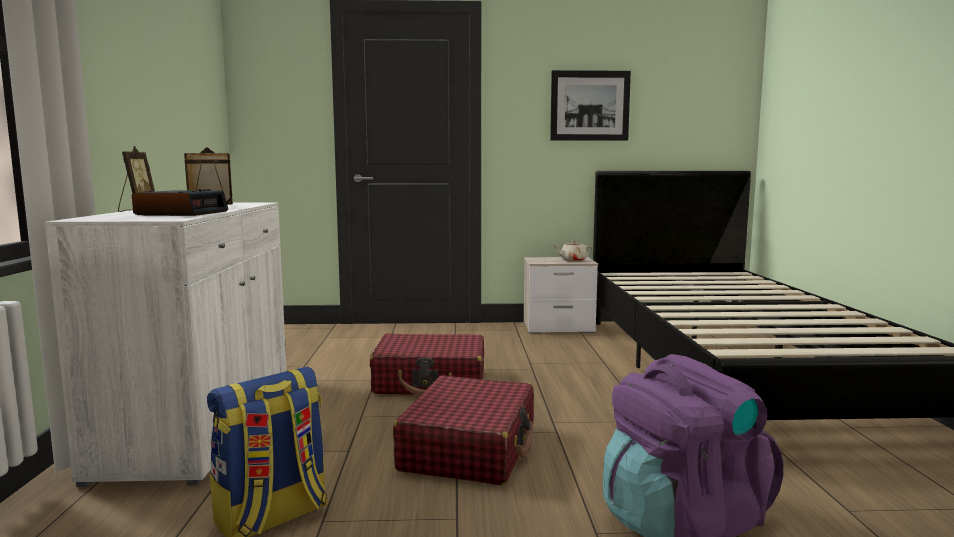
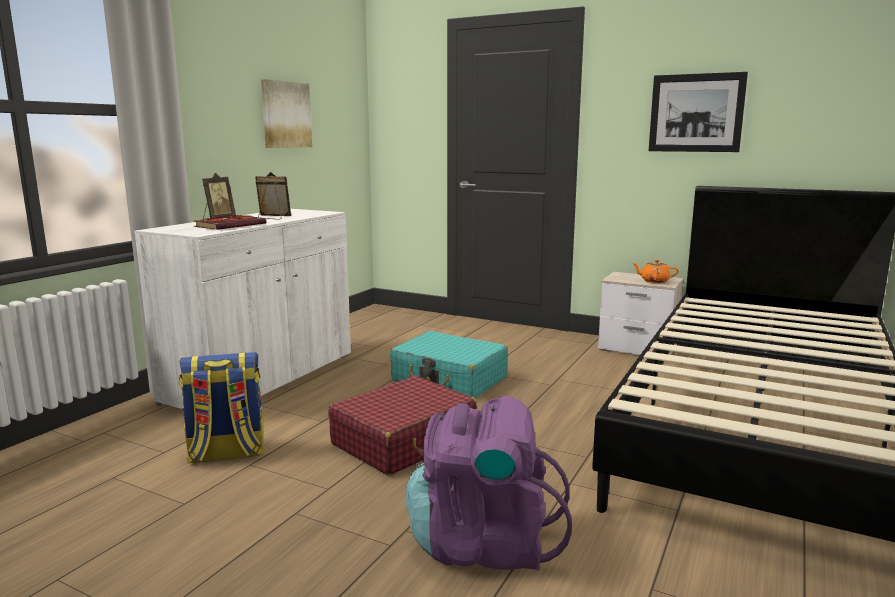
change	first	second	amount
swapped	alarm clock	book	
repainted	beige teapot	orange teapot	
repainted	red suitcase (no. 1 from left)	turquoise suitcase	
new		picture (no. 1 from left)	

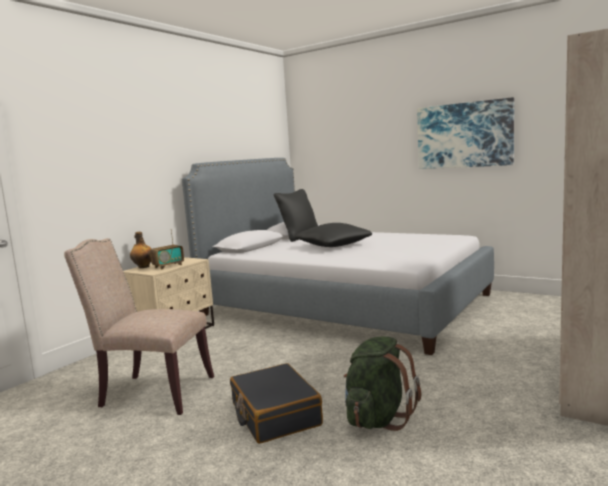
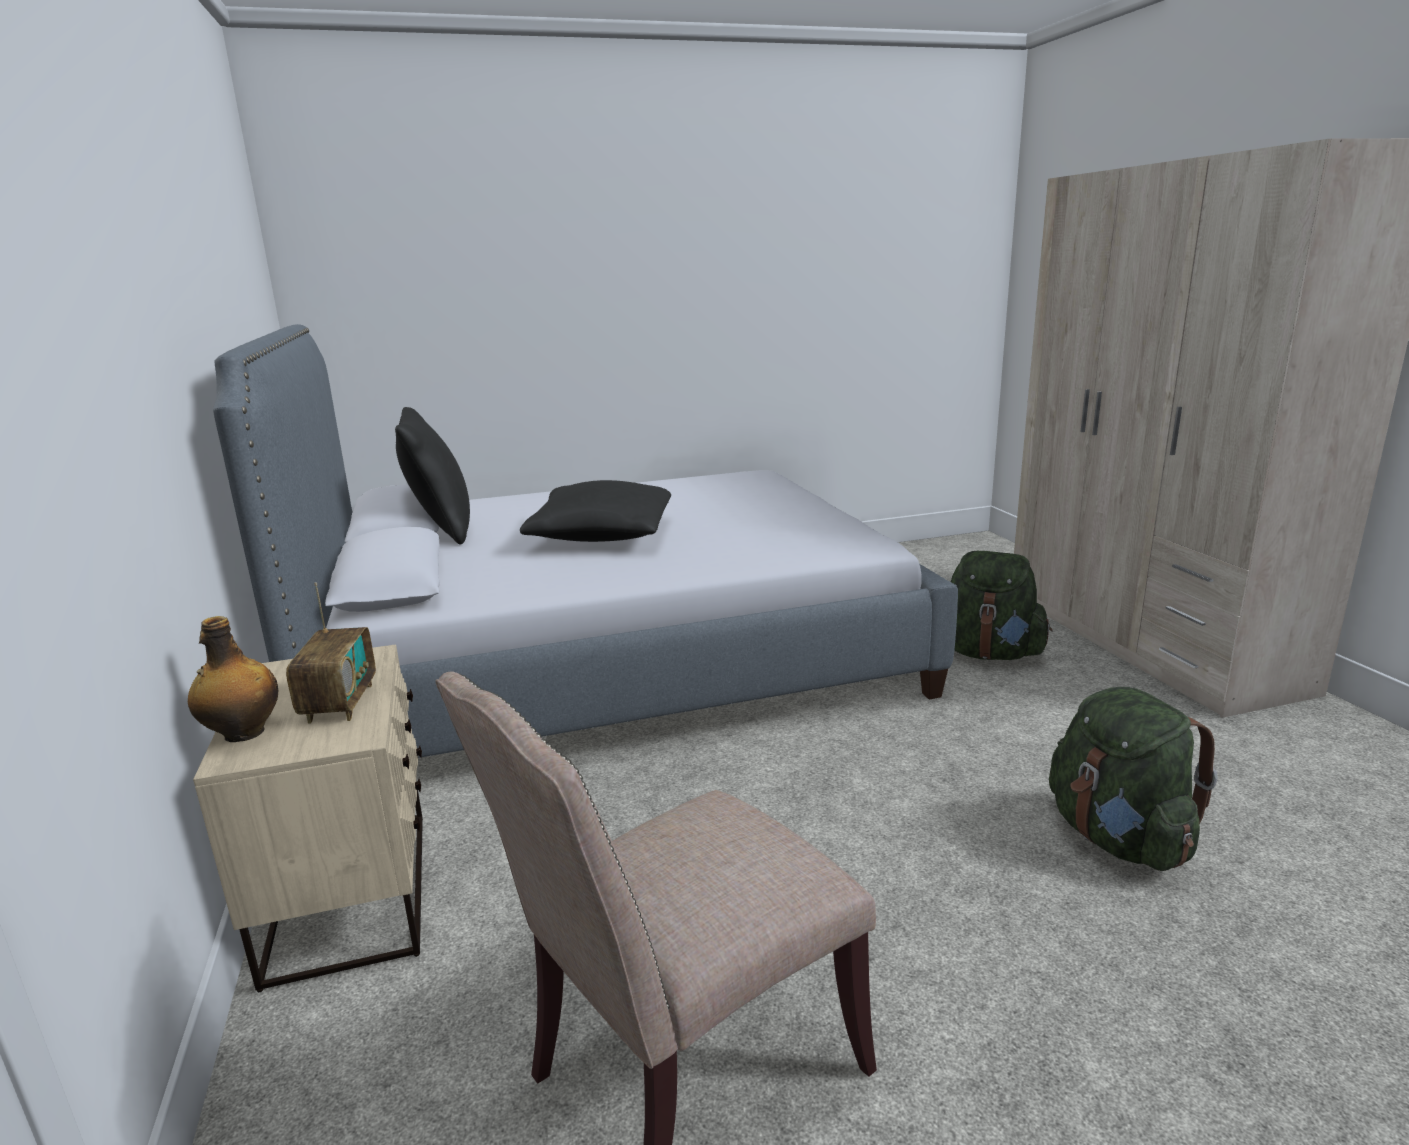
change	first	second	amount
gone	picture		
gone	black suitcase		
new		green backpack (no. 1 from left)	

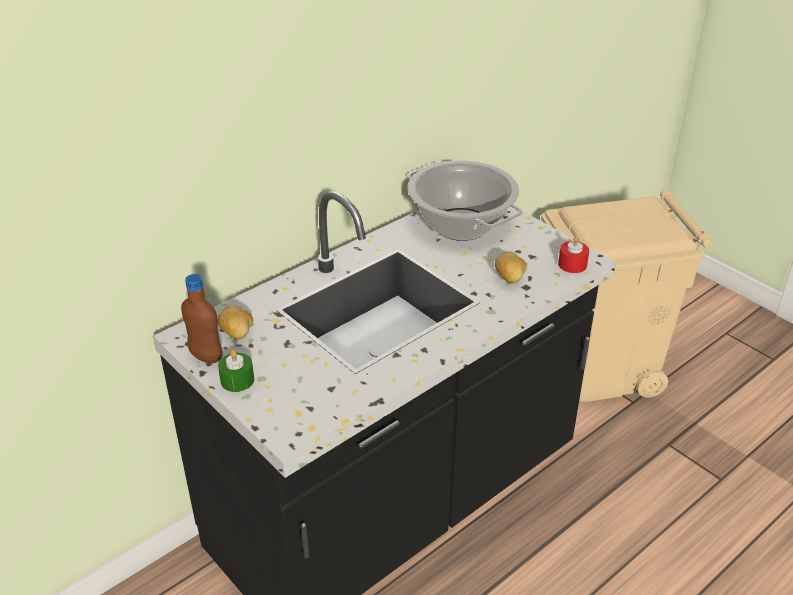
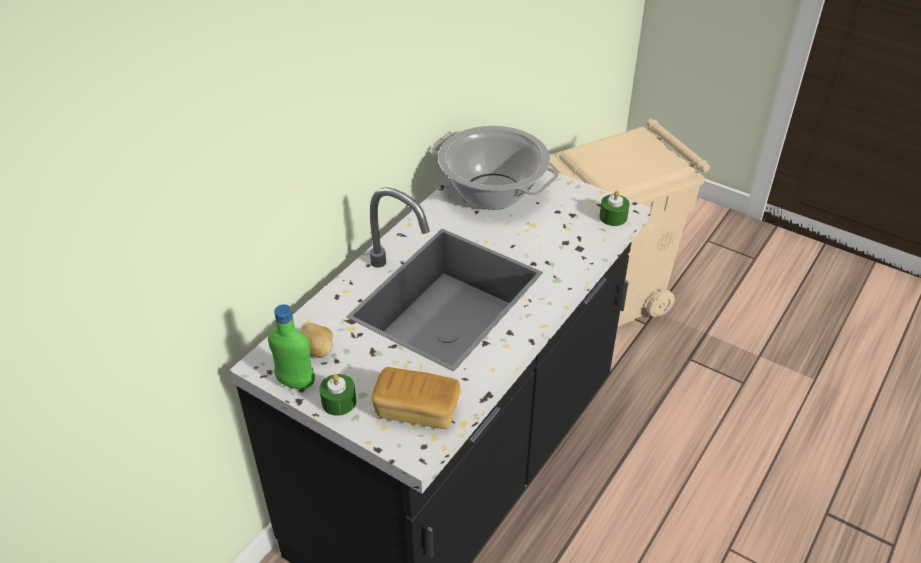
change	first	second	amount
repainted	red candle	green candle (no. 2 from left)	
gone	potato (no. 2 from left)		
repainted	brown bottle	green bottle	
new		bread	

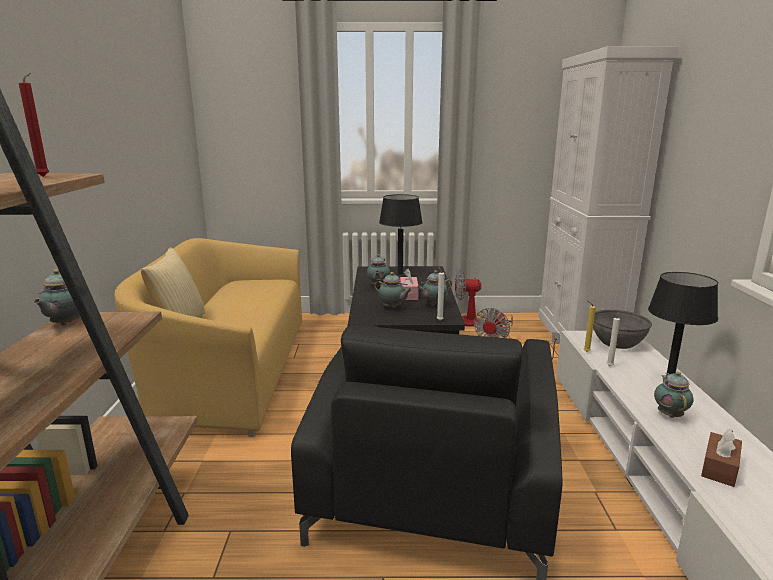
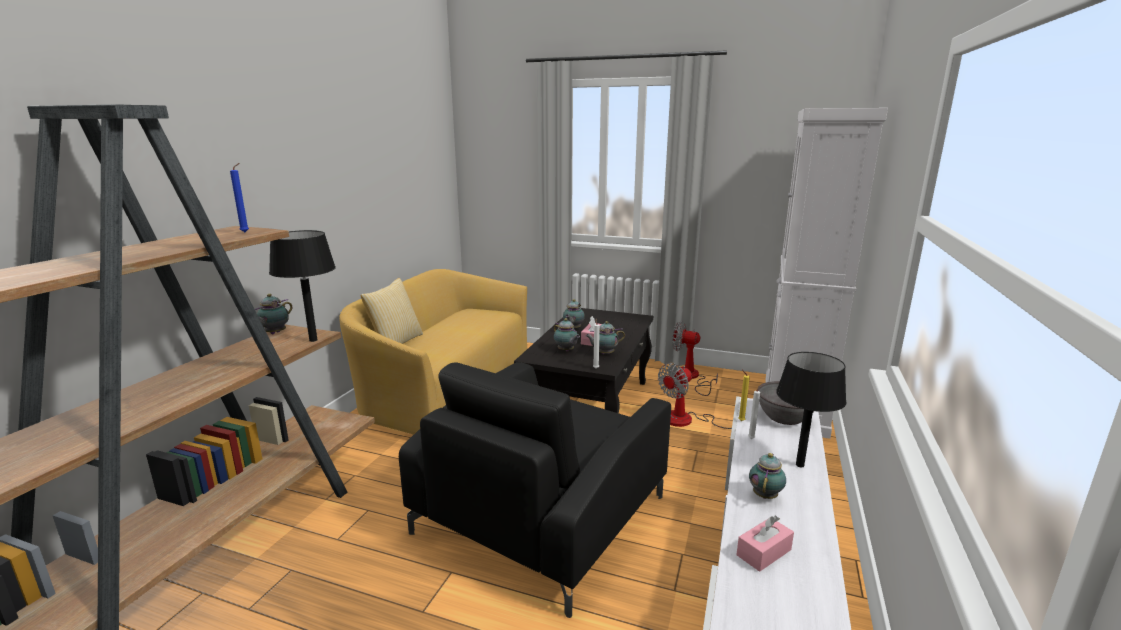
change	first	second	amount
repainted	red candle	blue candle	
shifted	black table lamp (no. 1 from left)		
repainted	brown tissue box	pink tissue box (no. 2 from left)	

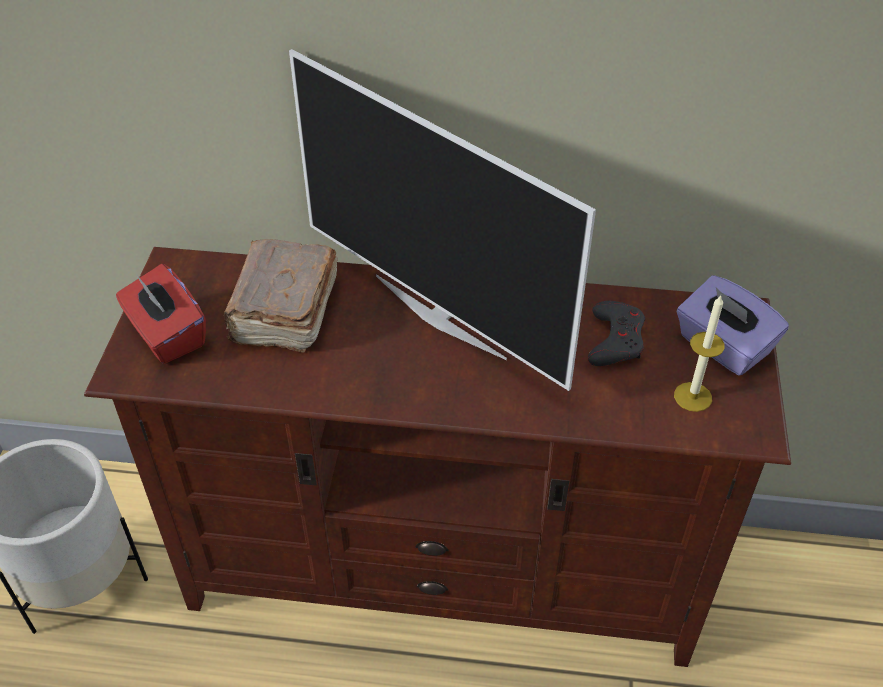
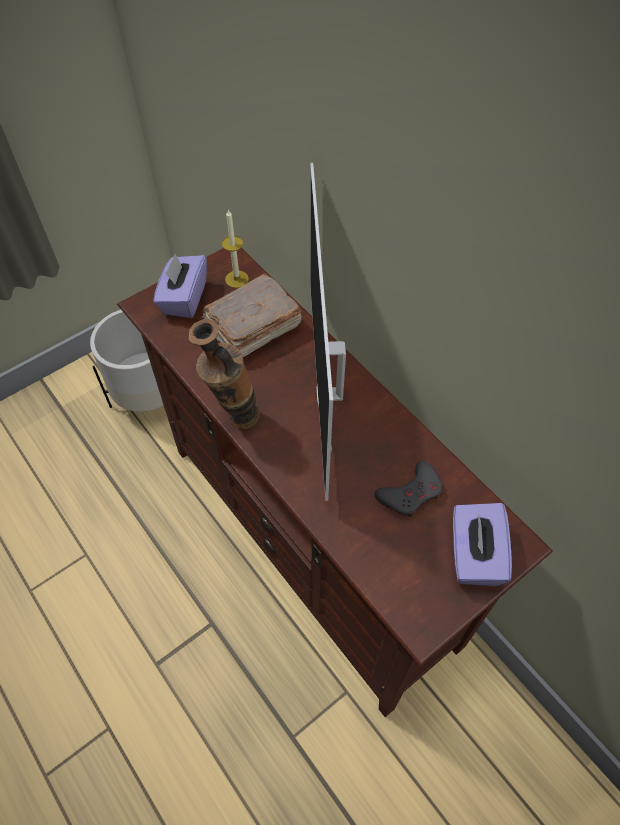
change	first	second	amount
repainted	red tissue box	purple tissue box (no. 1 from left)	
shifted	candle		
new		vase	

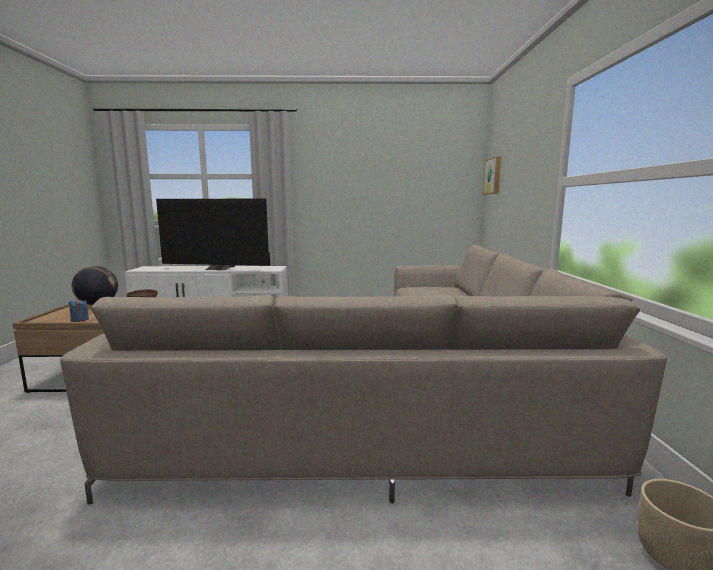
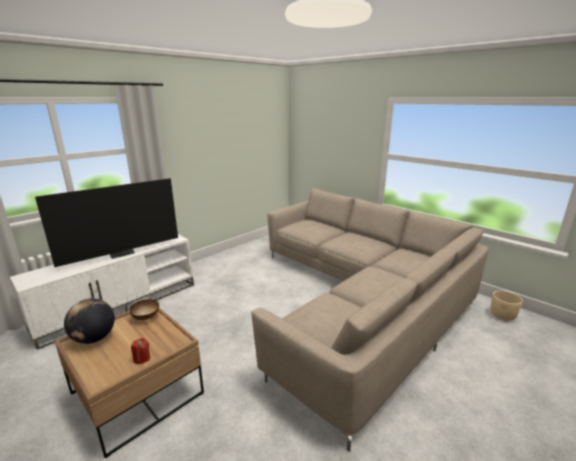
change	first	second	amount
gone	picture		
repainted	blue candle	red candle	

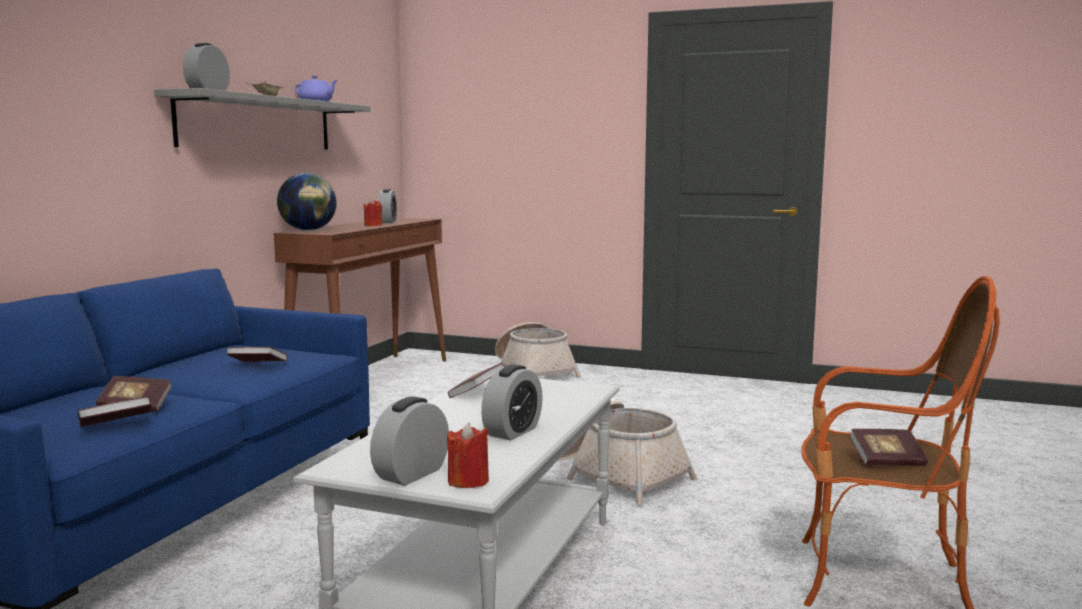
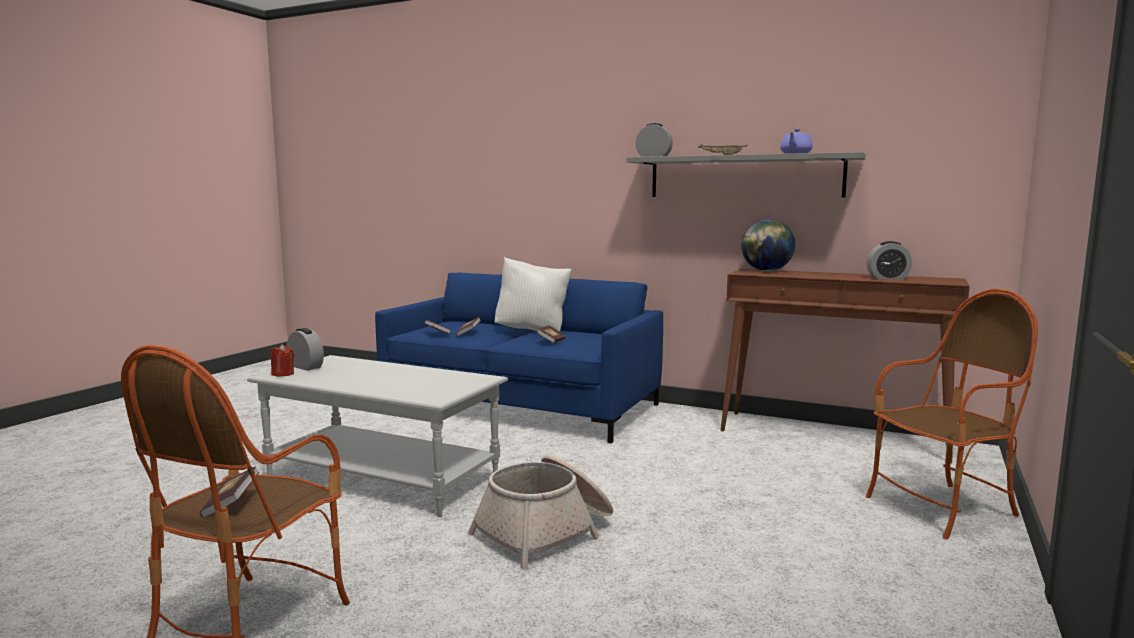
change	first	second	amount
gone	red candle (no. 1 from left)		
swapped	basket (no. 1 from left)	armchair (no. 2 from left)	
gone	book (no. 4 from left)		
gone	alarm clock (no. 4 from left)		
new		white pillow	

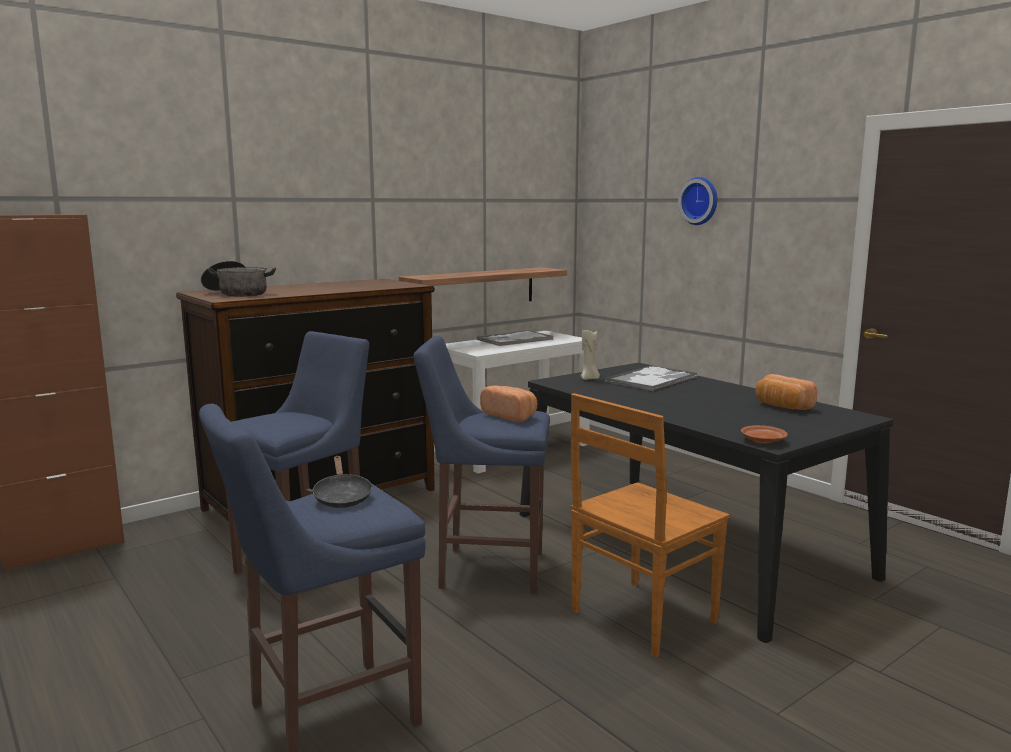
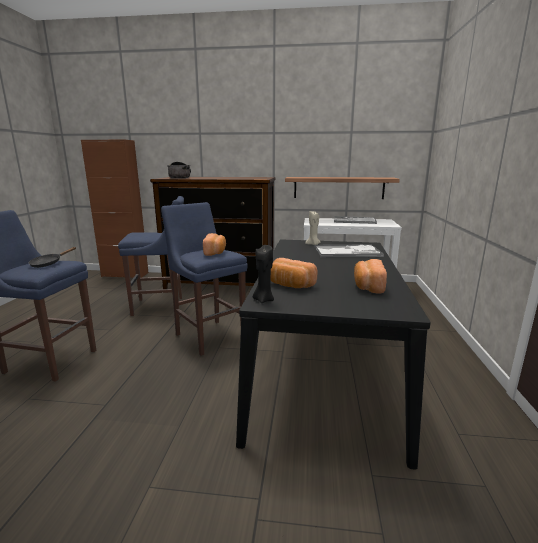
change	first	second	amount
gone	wall clock		
gone	brown chair		
swapped	brown plate	black candle	
new		bread (no. 2 from left)	

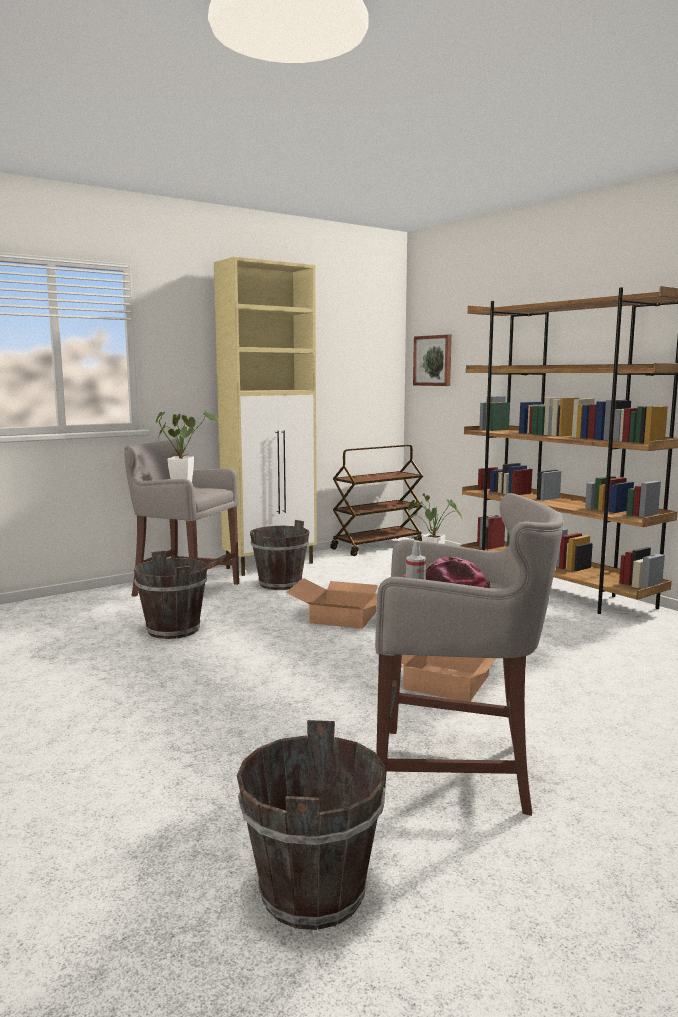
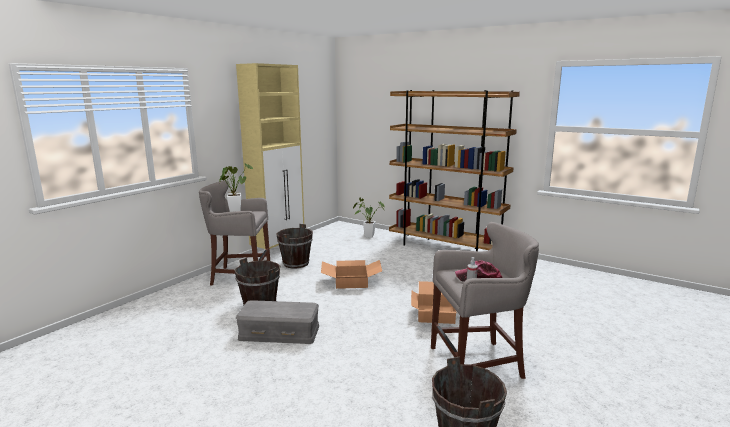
change	first	second	amount
gone	picture		
gone	brown cart		
new		grey storage box	

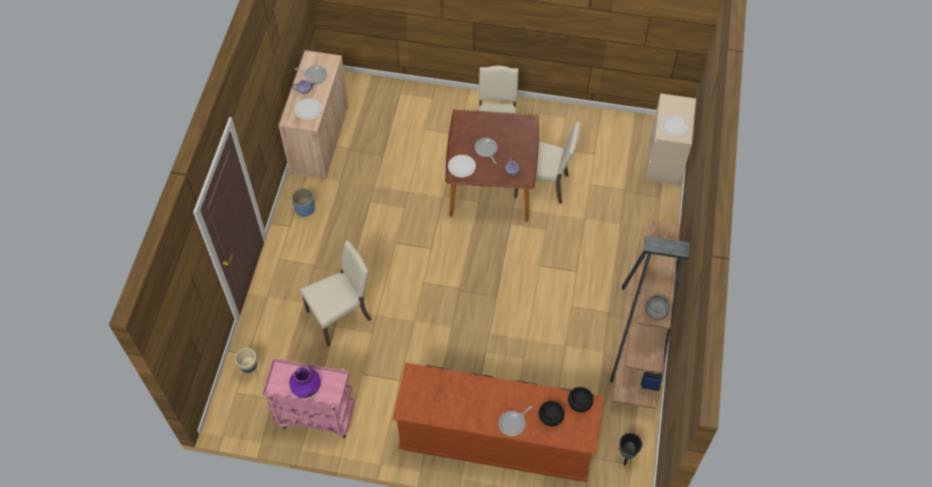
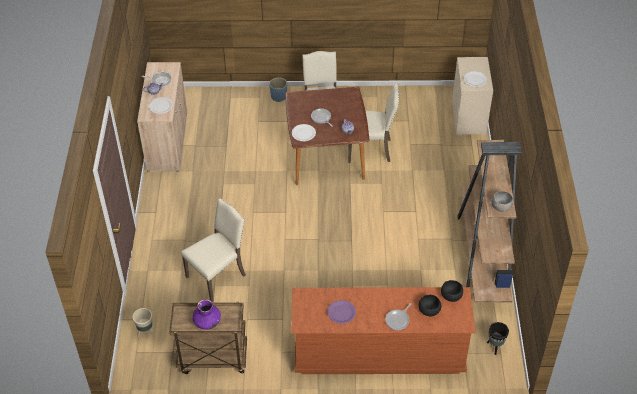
change	first	second	amount
shifted	blue planter		
repainted	pink cart	brown cart	
new		purple plate	

